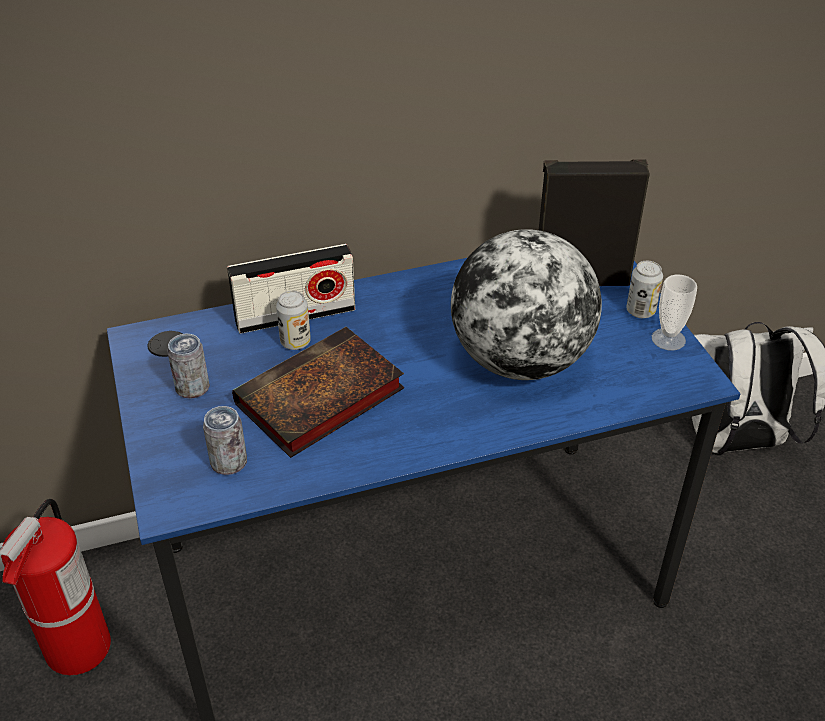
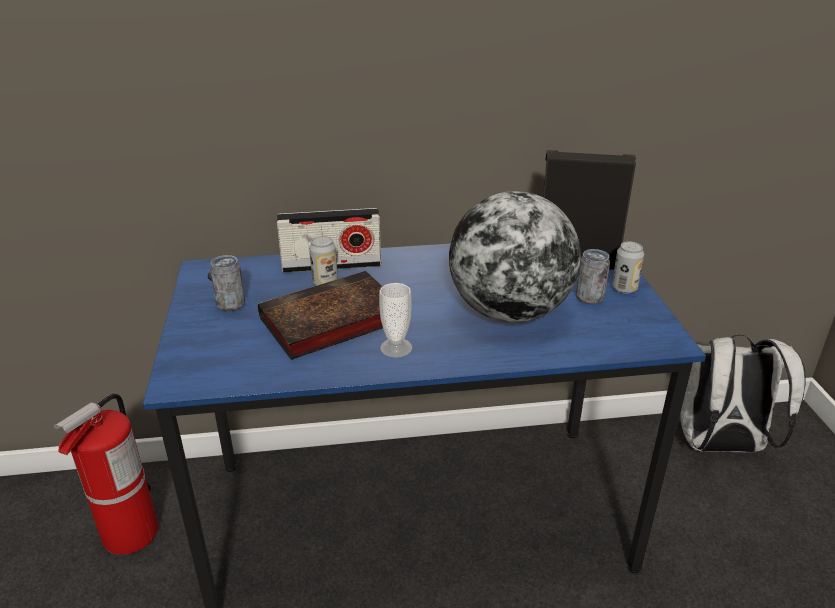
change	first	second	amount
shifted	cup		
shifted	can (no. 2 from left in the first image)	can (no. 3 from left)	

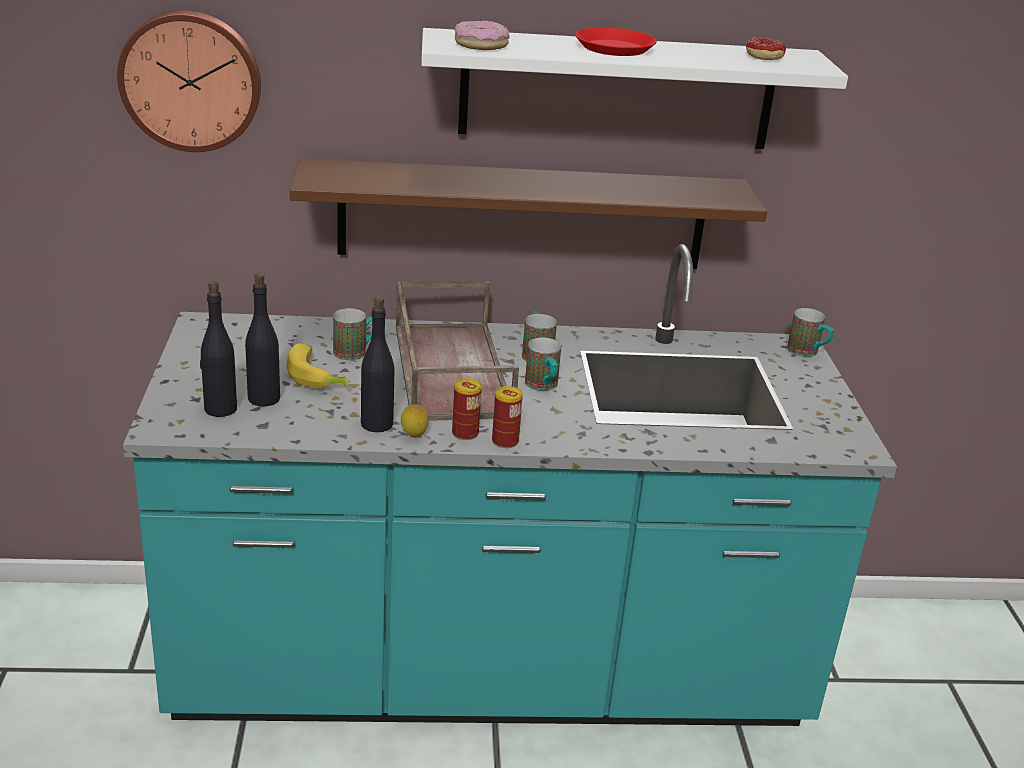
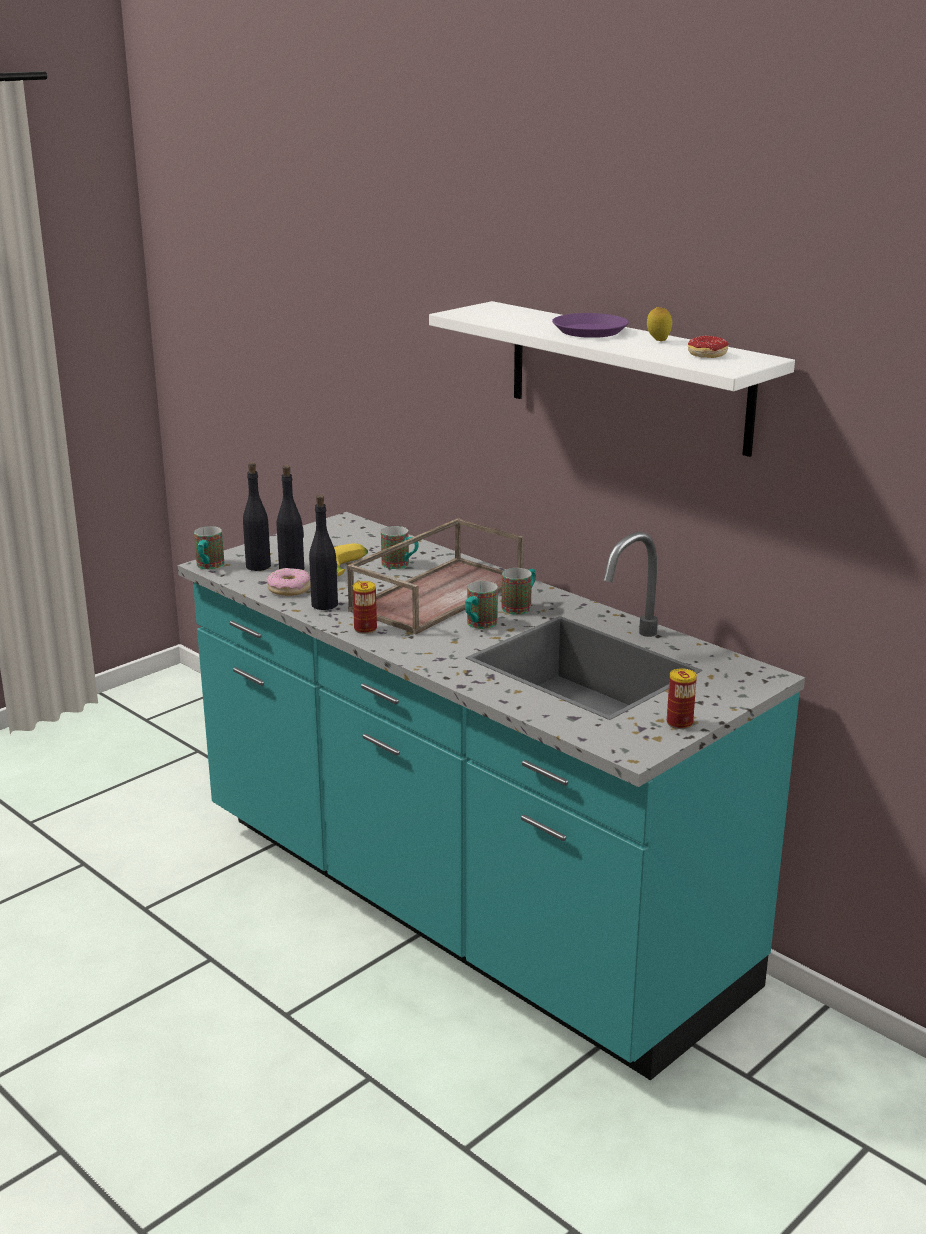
change	first	second	amount
gone	wall clock		
shifted	donut (no. 1 from left)		
repainted	red plate	purple plate	
gone	brown shelf		
shifted	mug (no. 4 from left in the first image)	mug (no. 1 from left)	
shifted	can (no. 2 from left)		
shifted	lemon		

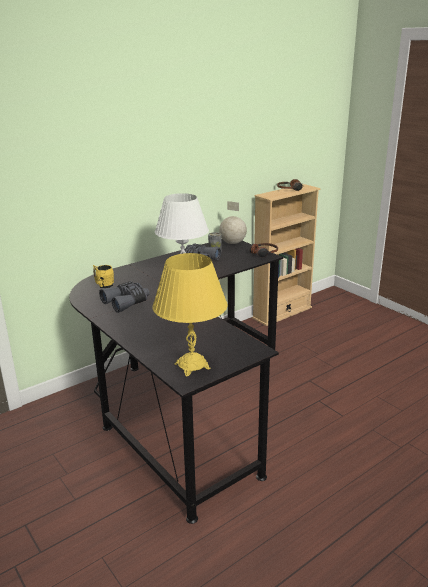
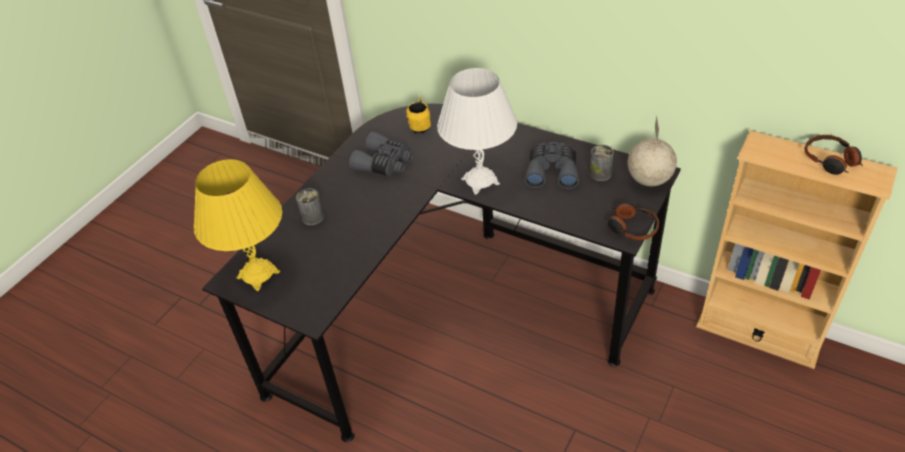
change	first	second	amount
new		can (no. 1 from left)	

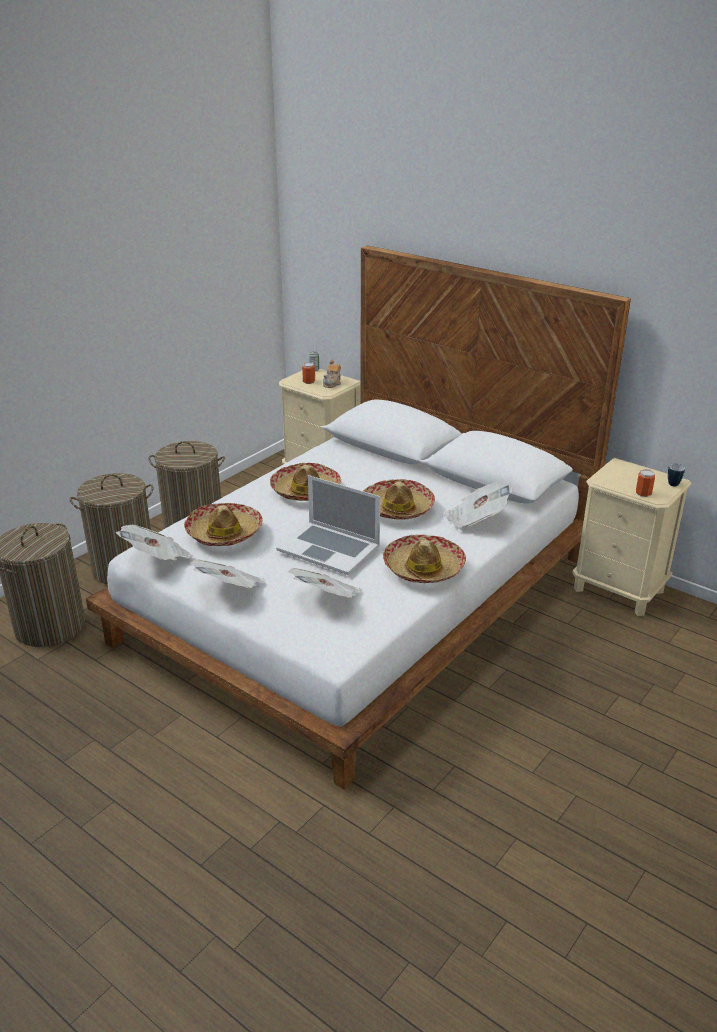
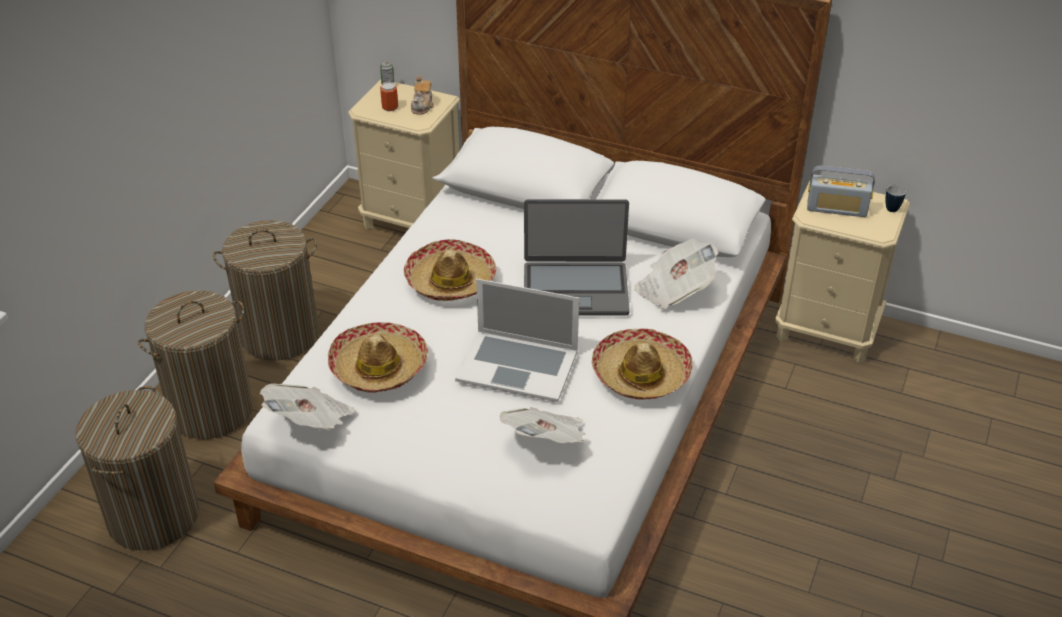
change	first	second	amount
gone	can (no. 3 from left)		
swapped	hat (no. 3 from left)	laptop (no. 2 from left)	
gone	newspaper (no. 2 from left)		
new		radio	

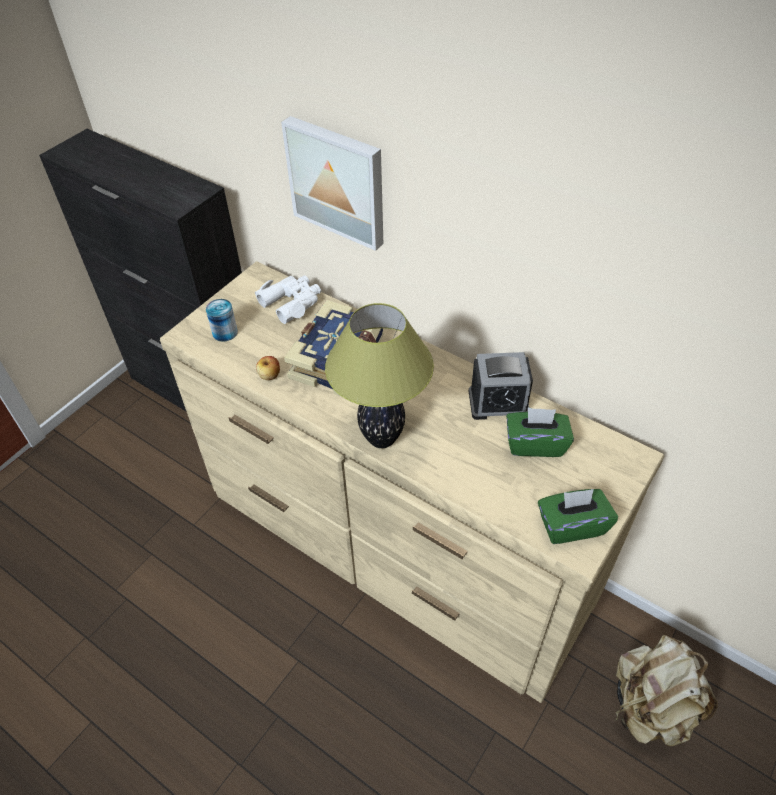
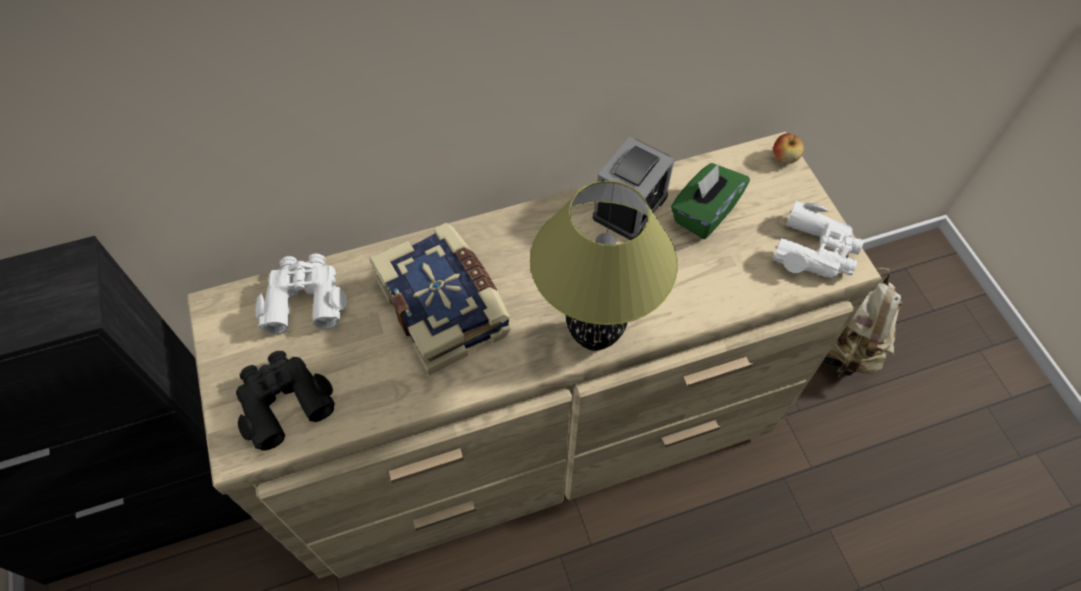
change	first	second	amount
gone	picture		
swapped	can	black binoculars	
shifted	apple		
swapped	green tissue box (no. 2 from left)	white binoculars (no. 2 from left)	

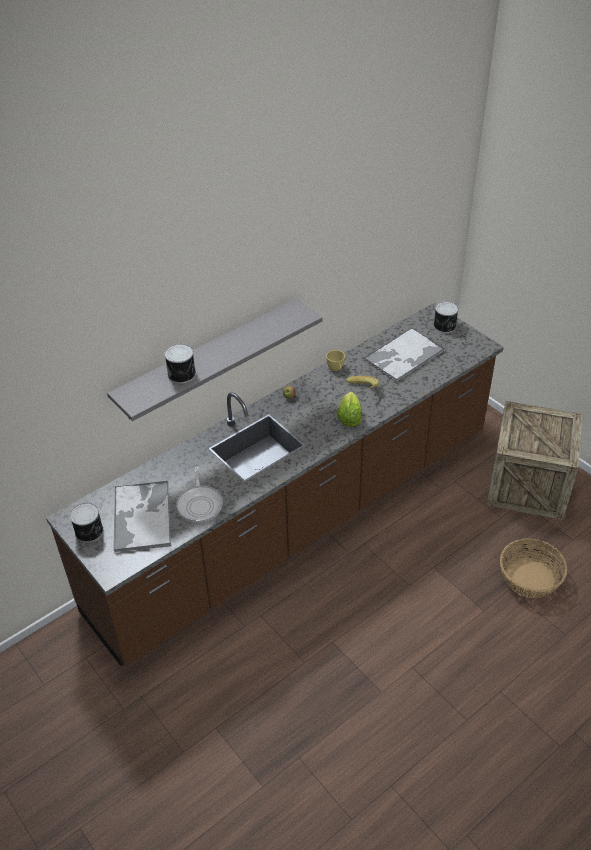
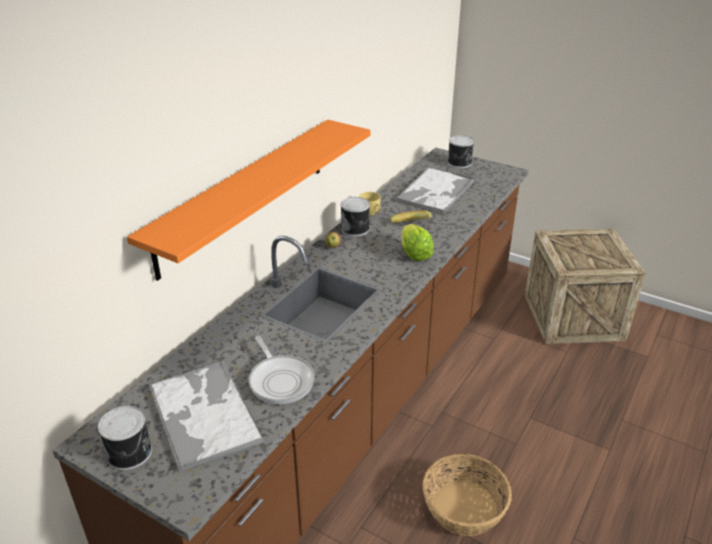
change	first	second	amount
repainted	grey shelf	orange shelf	
shifted	can (no. 2 from left)		
shifted	basket		

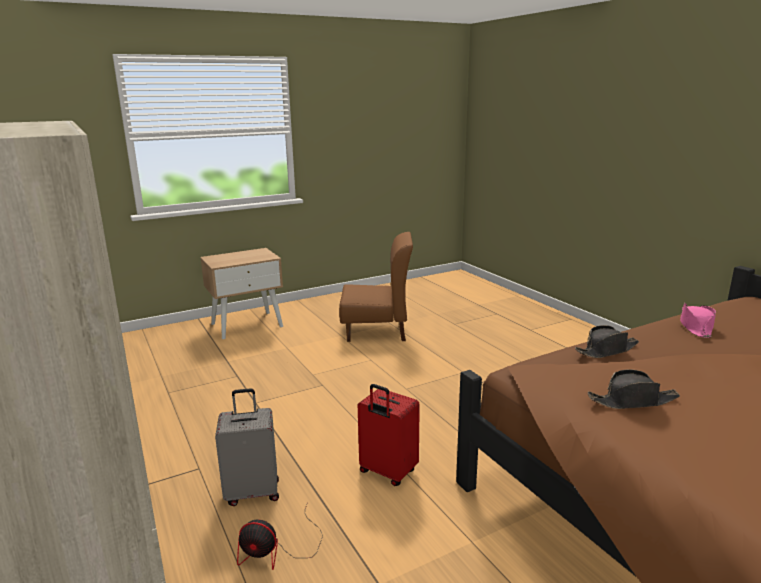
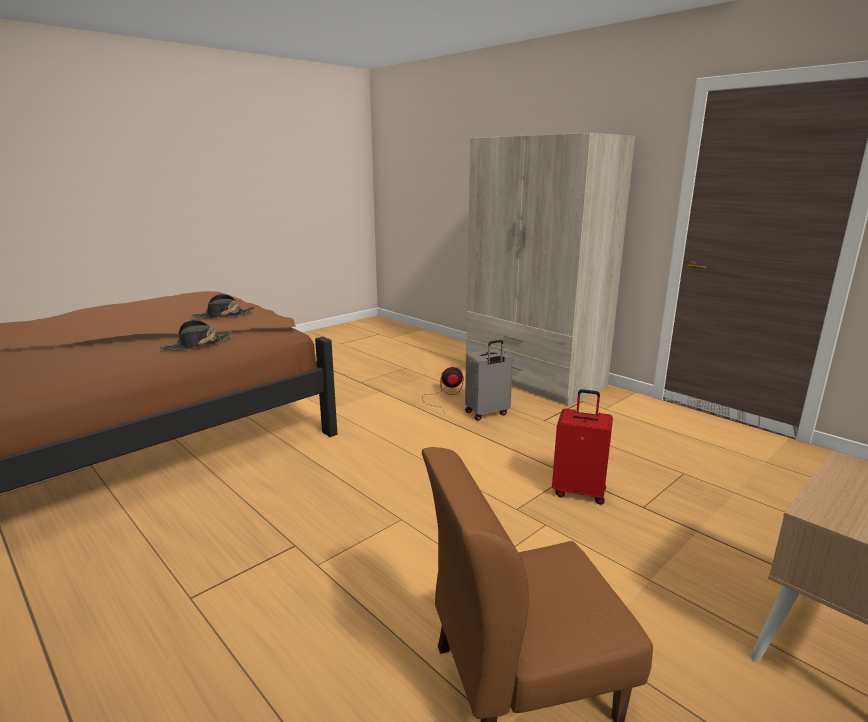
change	first	second	amount
gone	pink hat		
shifted	red suitcase		

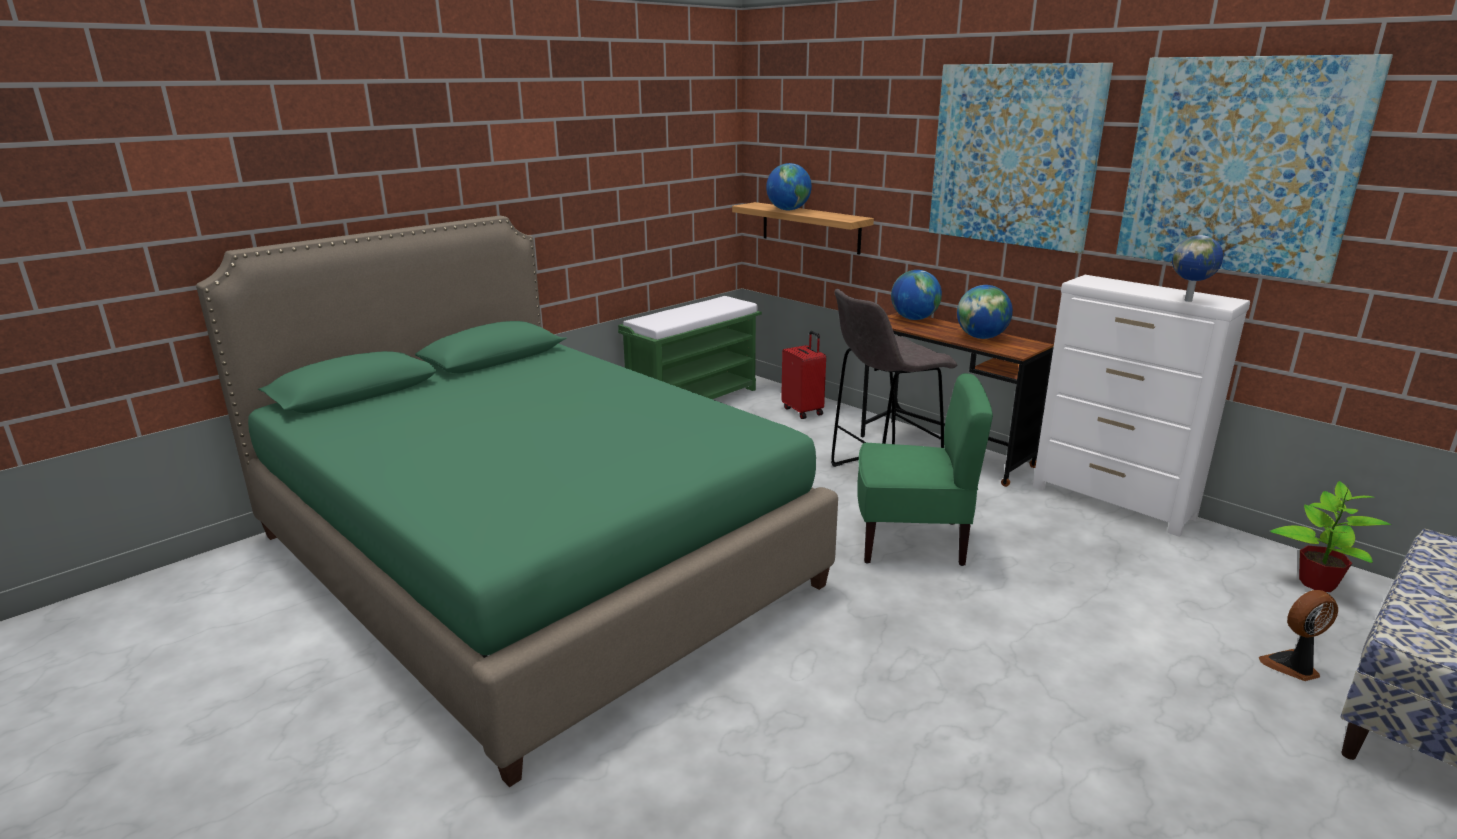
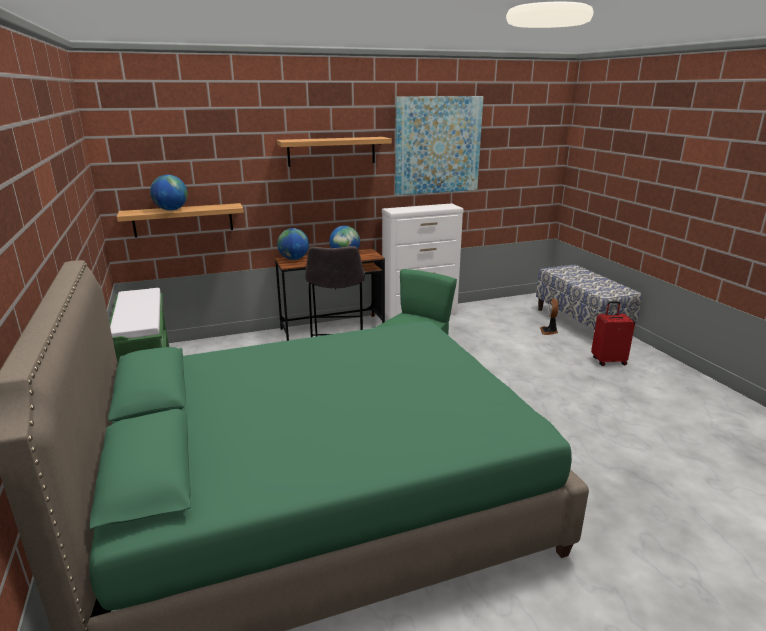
change	first	second	amount
swapped	picture (no. 1 from left)	shelf (no. 2 from left)	
gone	globe (no. 4 from left)		
shifted	red suitcase		
gone	potted plant		

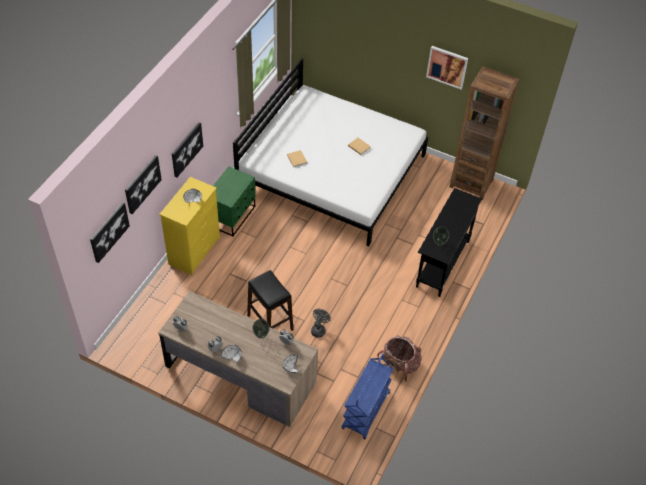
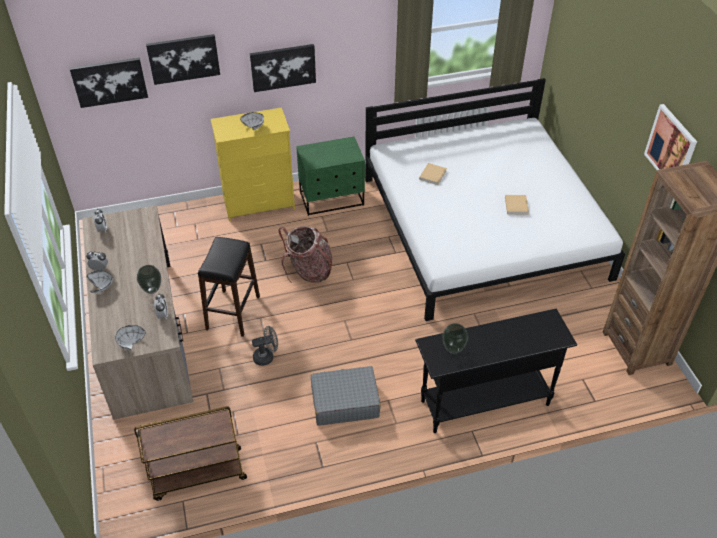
change	first	second	amount
shifted	backpack		
repainted	blue cart	brown cart	
new		grey suitcase	

